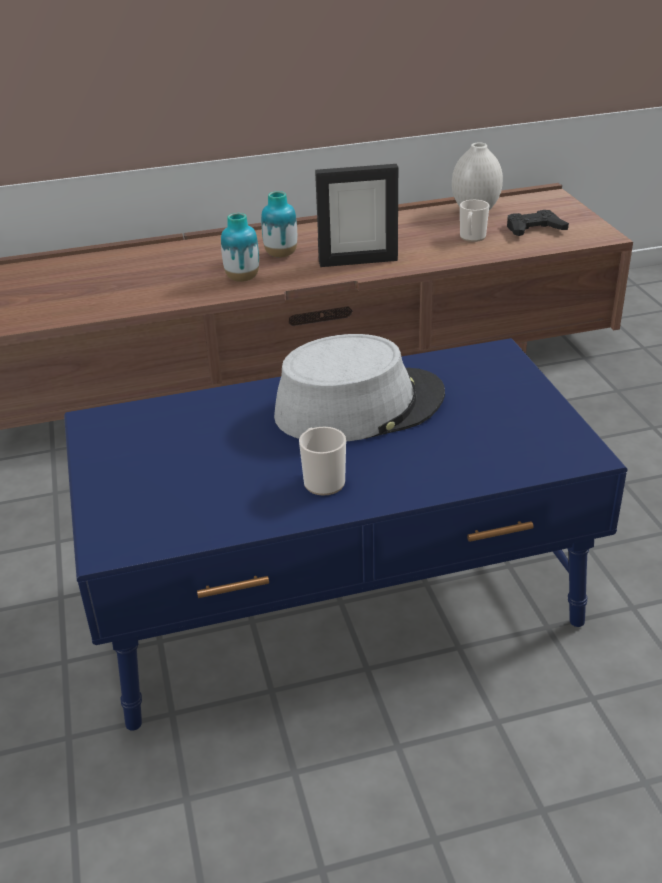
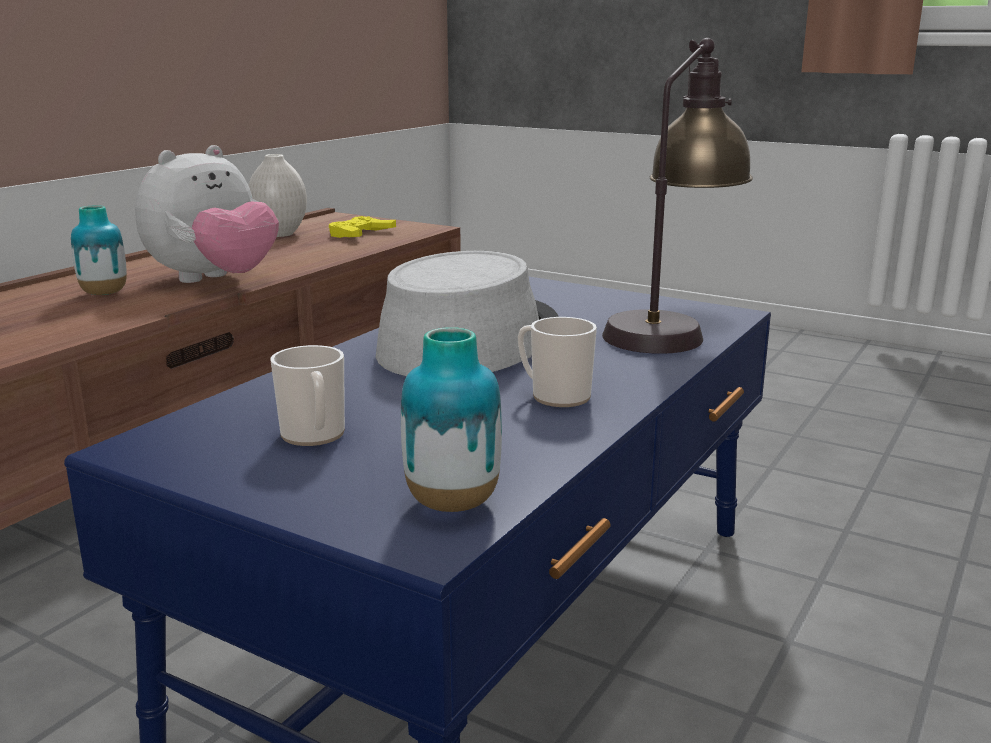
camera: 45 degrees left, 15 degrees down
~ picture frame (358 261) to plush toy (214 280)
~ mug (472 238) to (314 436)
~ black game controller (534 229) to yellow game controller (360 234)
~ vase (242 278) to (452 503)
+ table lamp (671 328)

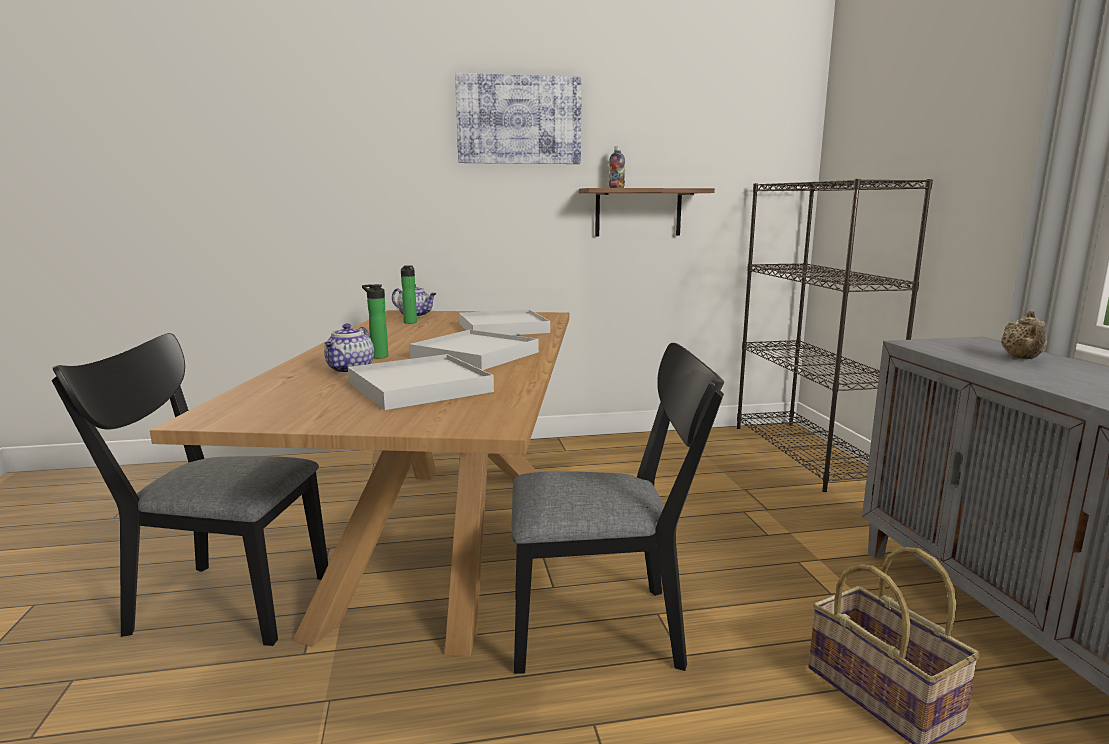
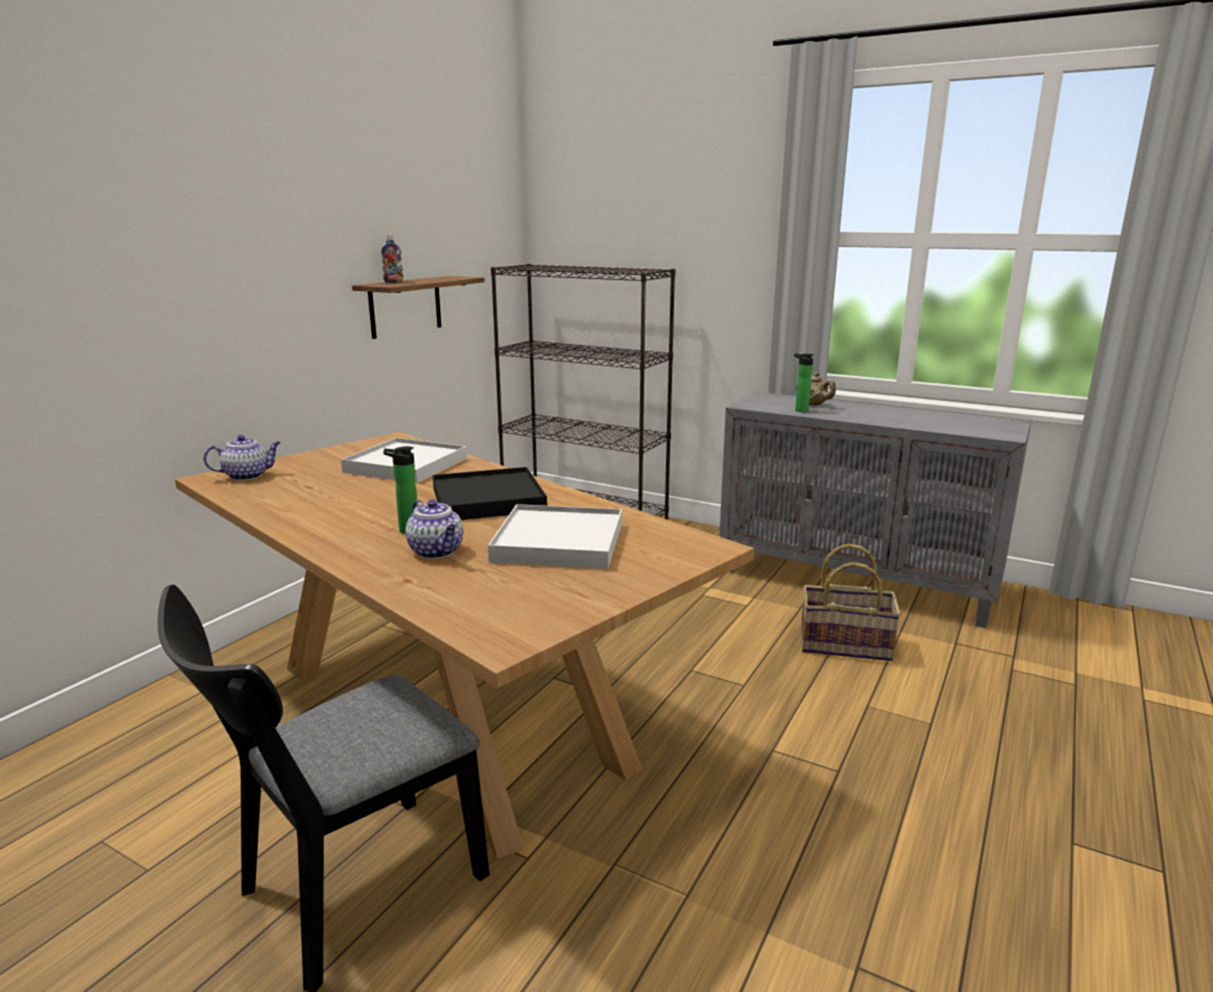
camera: 50 degrees left, 5 degrees up
~ white tray (475 355) to black tray (487 499)
~ bottle (410 322) to (799 410)
- picture (519 120)
- black chair (610 628)

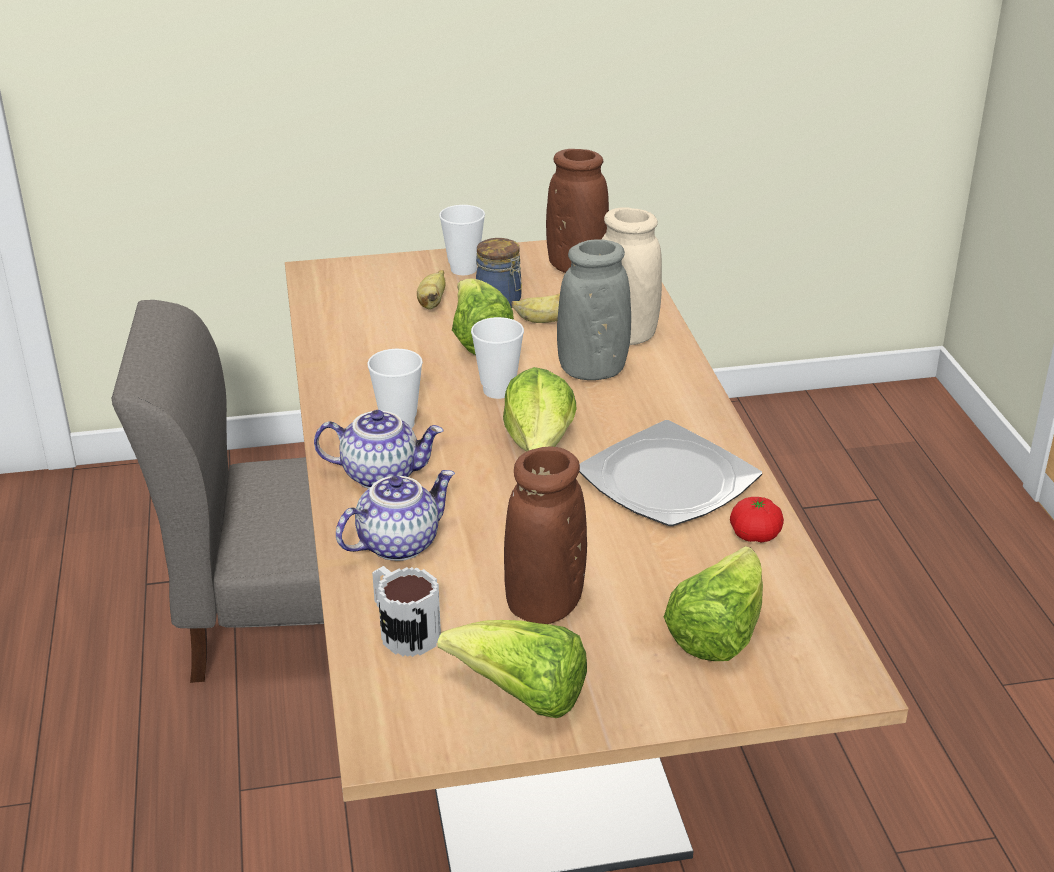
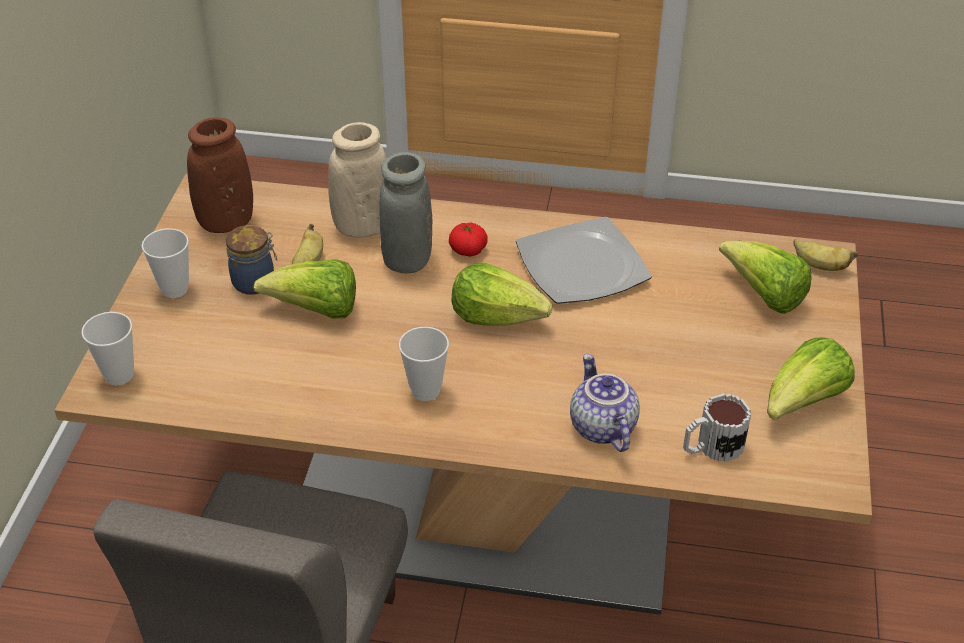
camera: 70 degrees left, 10 degrees up
~ cup (498 390) to (119 375)
~ tomato (755 535) to (468 250)
~ banana (432 303) to (819 266)
- teapot (382 474)
- brown vase (544 605)

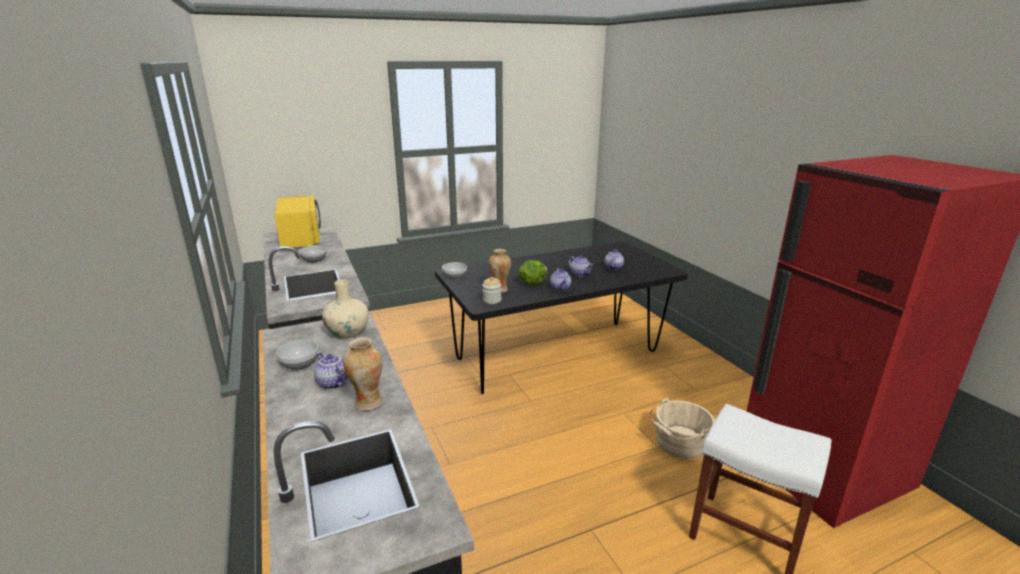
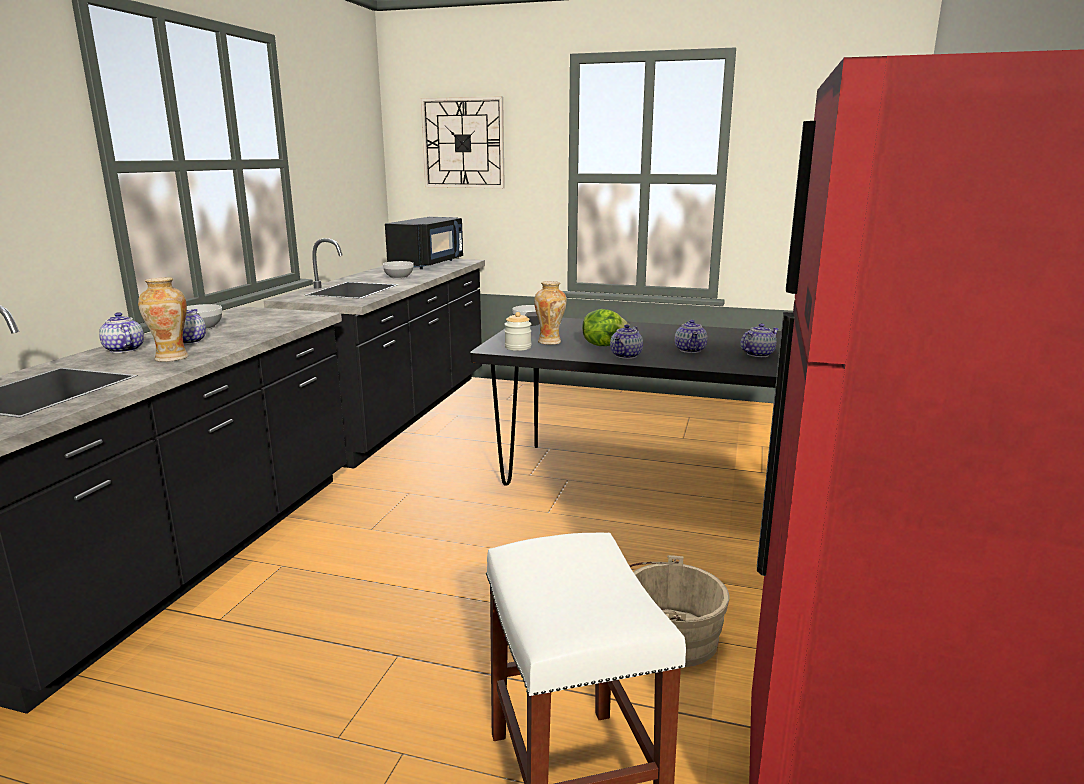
camera: 40 degrees right, 5 degrees down
+ teapot (123 350)
~ yellow microwave (301 239) to black microwave (428 264)
+ wall clock (463 143)
- beige vase (348 332)

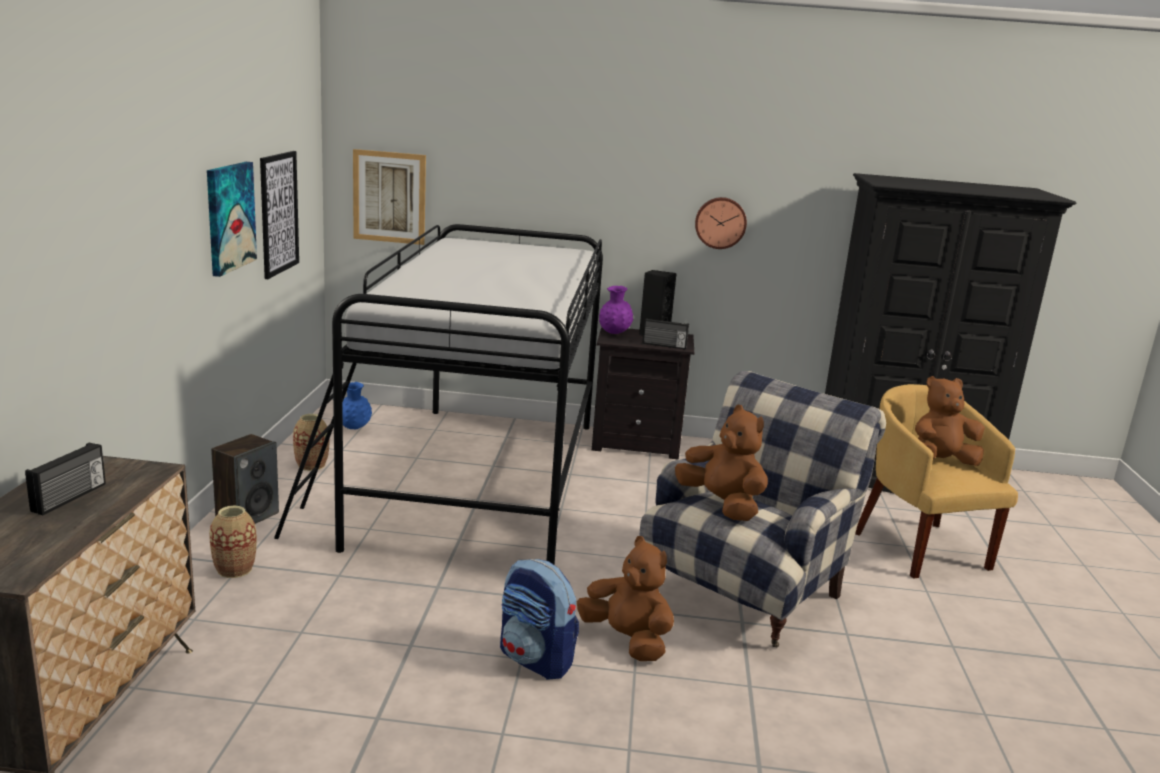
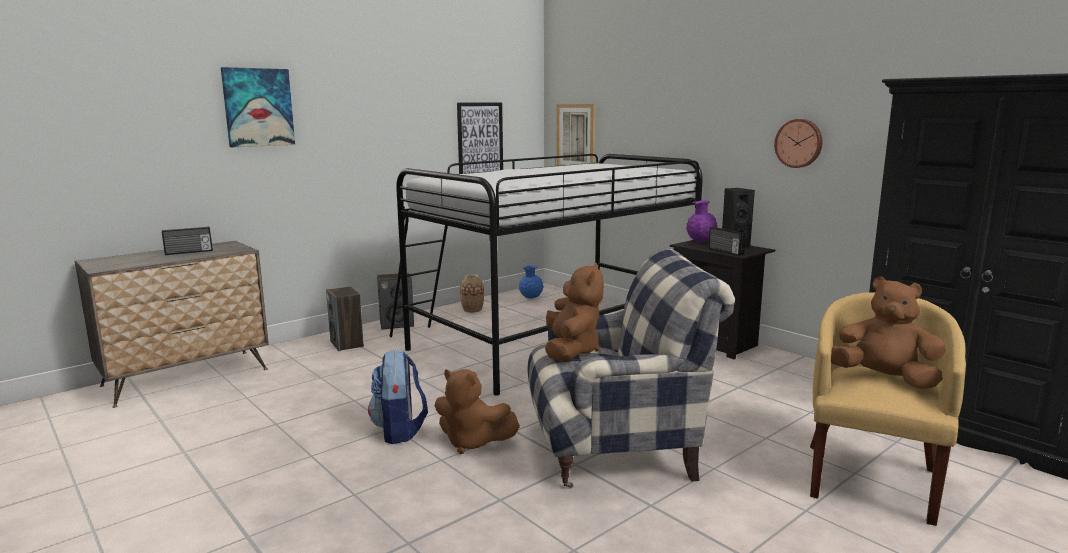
camera: 45 degrees right, 5 degrees down
~ picture (229 217) to (258 107)
~ vase (235 569) to speaker (347 344)
~ brown plush toy (627 640) = (472 442) 120 degrees clockwise

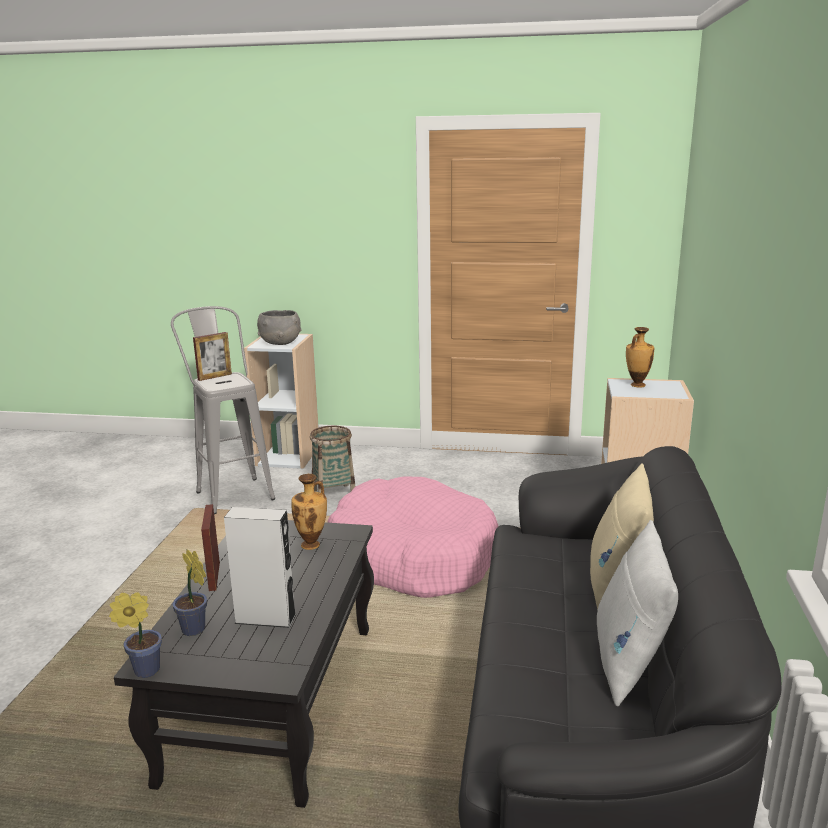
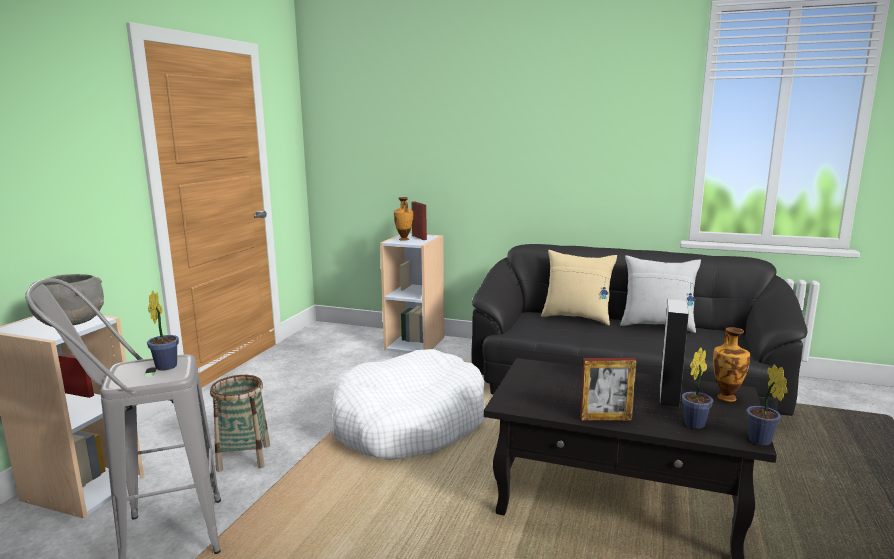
camera: 80 degrees left, 5 degrees down
+ potted plant (167 365)
~ pink dog bed (413 555) to white dog bed (409 423)
~ picture frame (214 377) to (419 237)
~ vase (312 545) to (726 397)

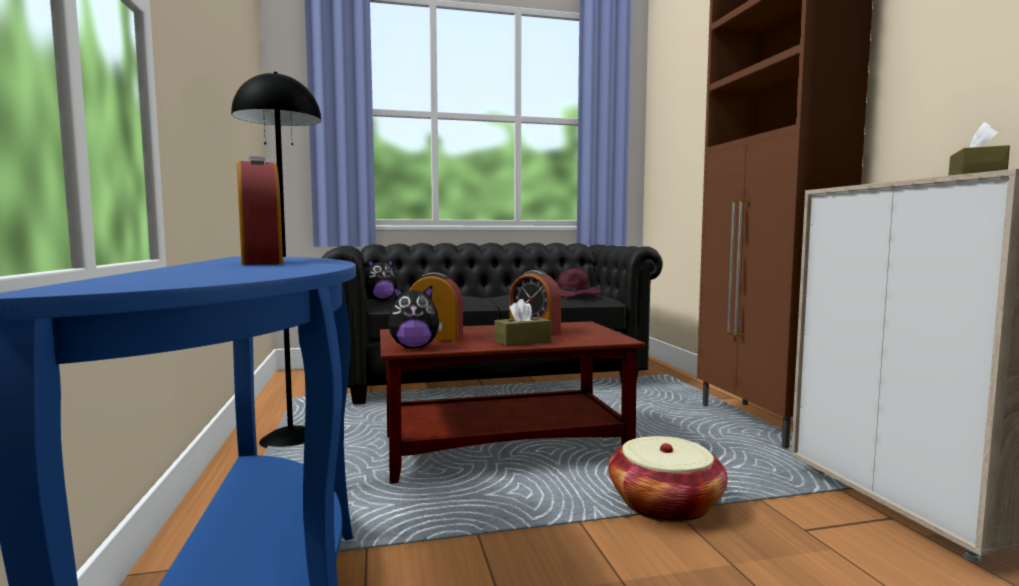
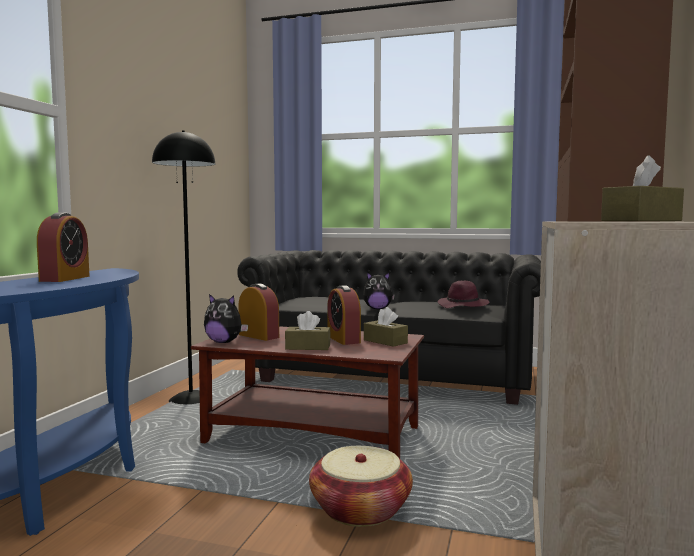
camera: 30 degrees right, 0 degrees up
~ plush toy (381 299) to (378 309)
+ brown tissue box (385 341)

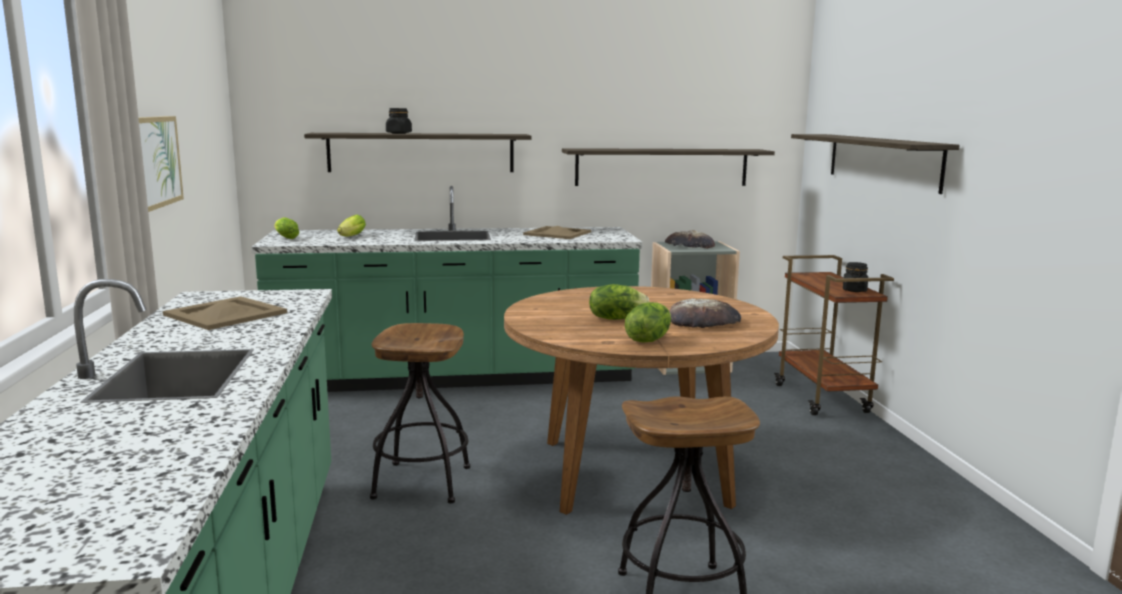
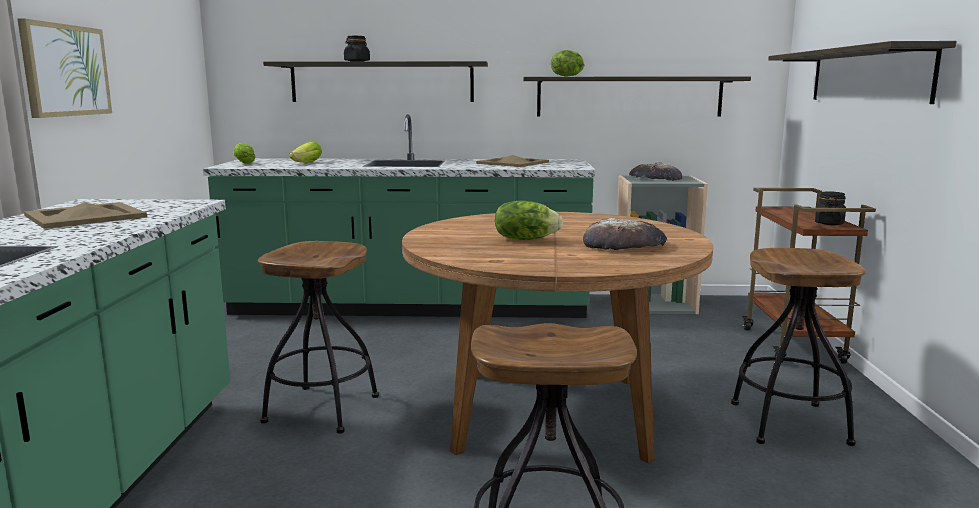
camera: 10 degrees right, 0 degrees up
~ lettuce (648 339) to (567 76)
+ brown stool (789 423)

